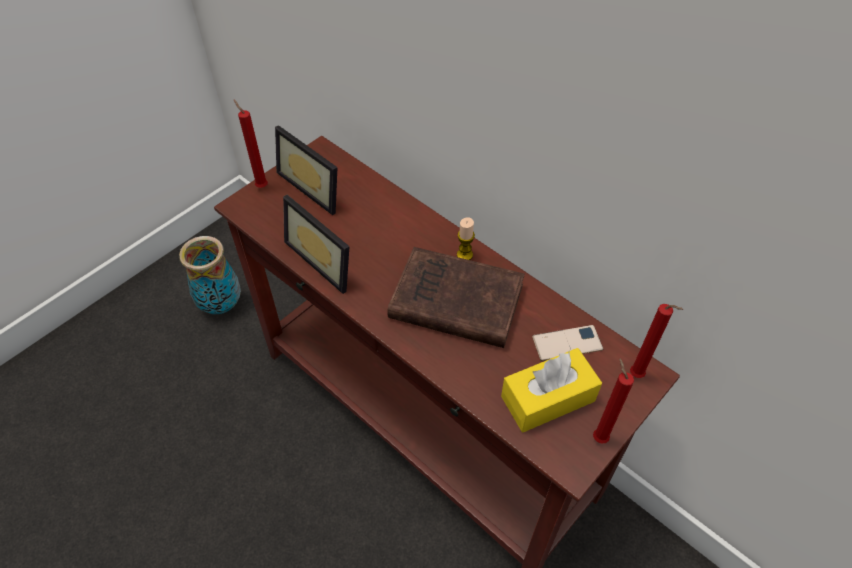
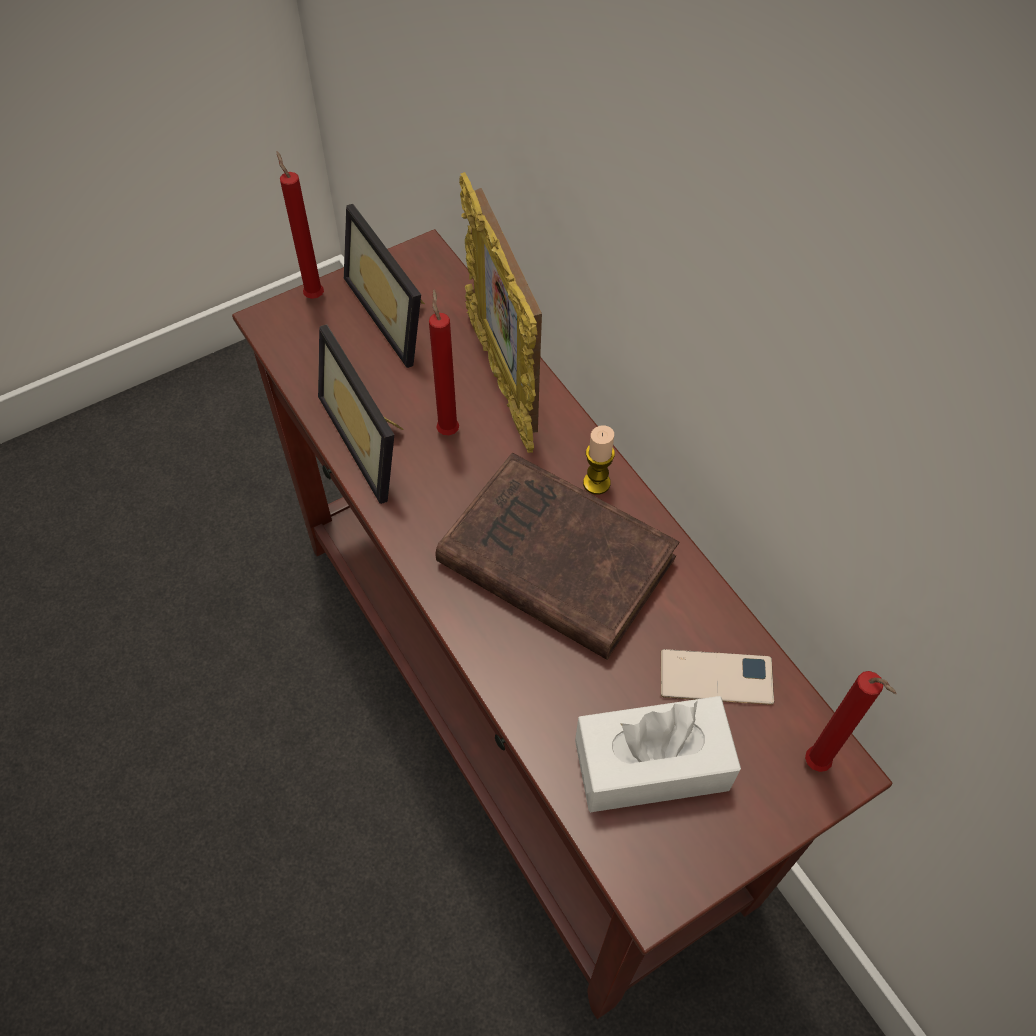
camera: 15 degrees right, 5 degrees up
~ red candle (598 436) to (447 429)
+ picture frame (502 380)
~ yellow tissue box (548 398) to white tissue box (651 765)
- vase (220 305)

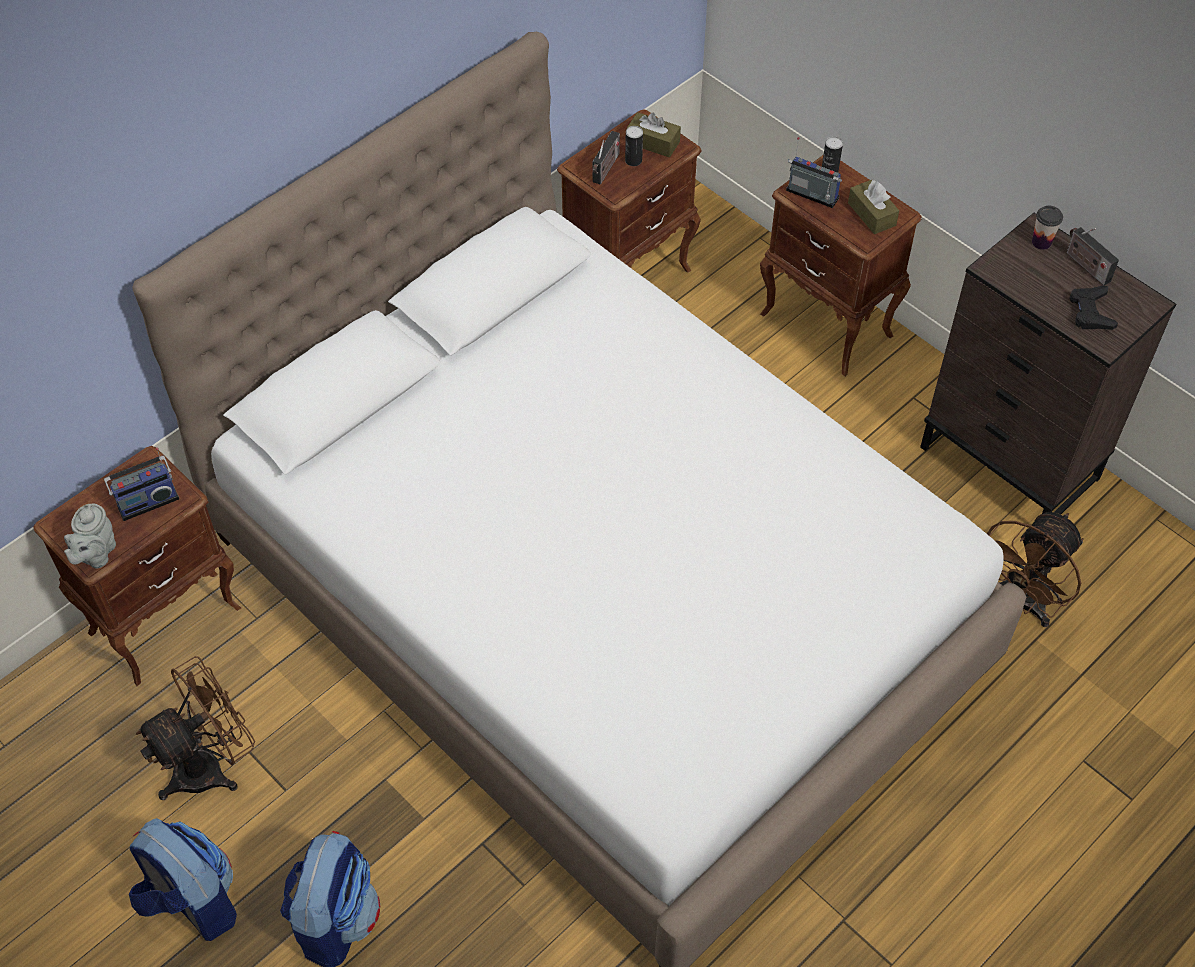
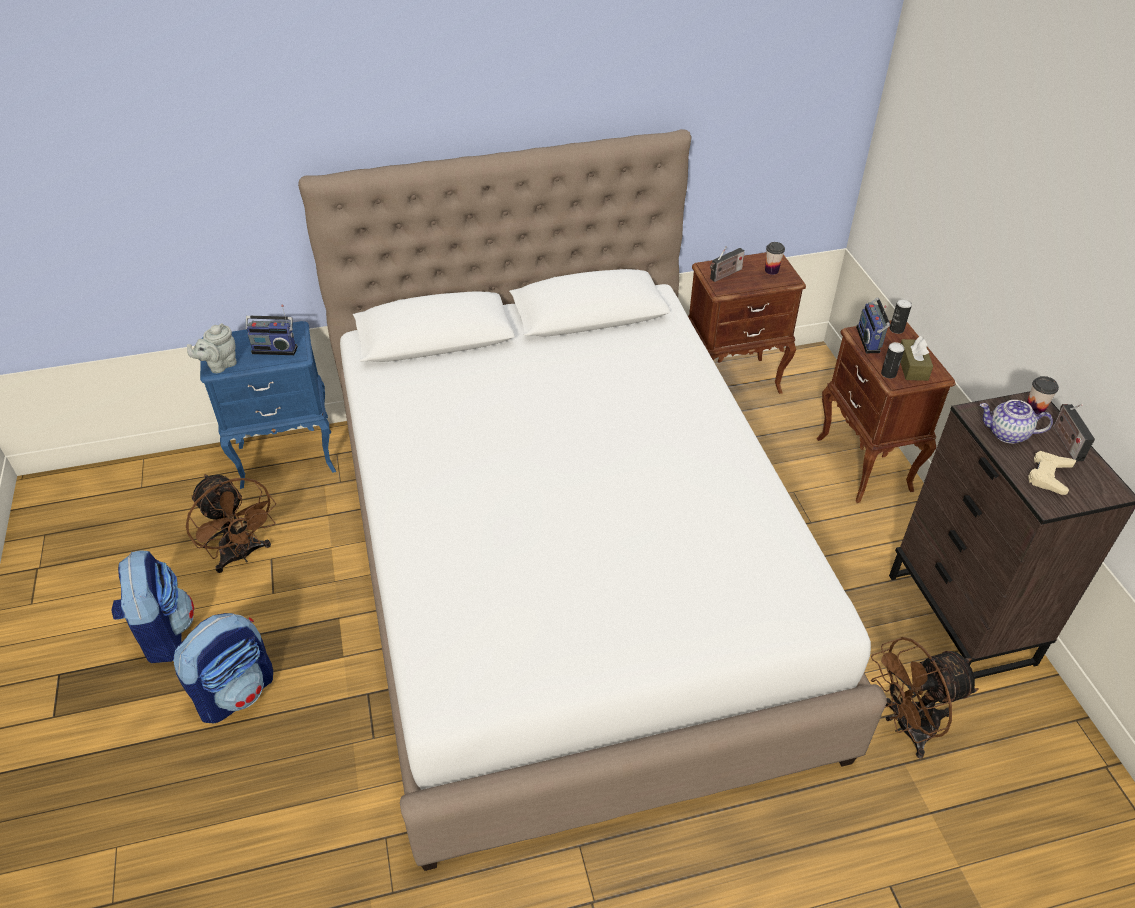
camera: 30 degrees right, 10 degrees down
~ brown fan (211 765) = (242 555) 60 degrees clockwise
~ brown nightstand (165 620) to blue nightstand (287 459)
~ brown tissue box (653 142) to cup (771 270)
~ radio (811 196) = (870 340) 150 degrees counterclockwise
~ can (633 160) to (888 374)
+ teapot (1007 434)
~ black game controller (1090 312) to beige game controller (1049 476)

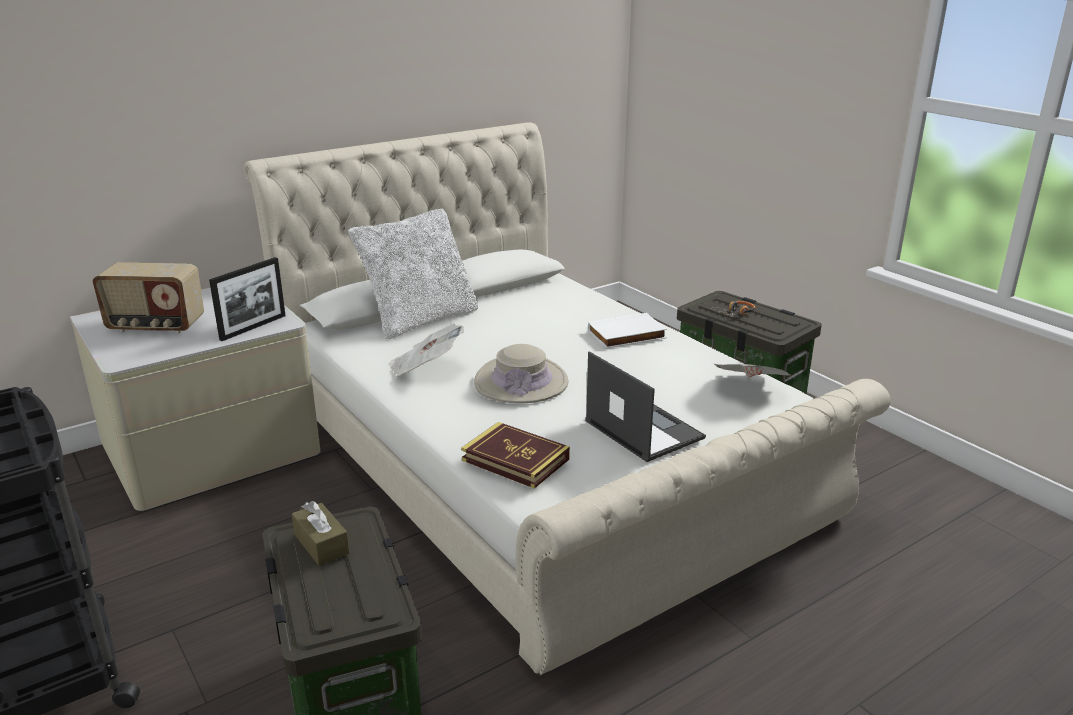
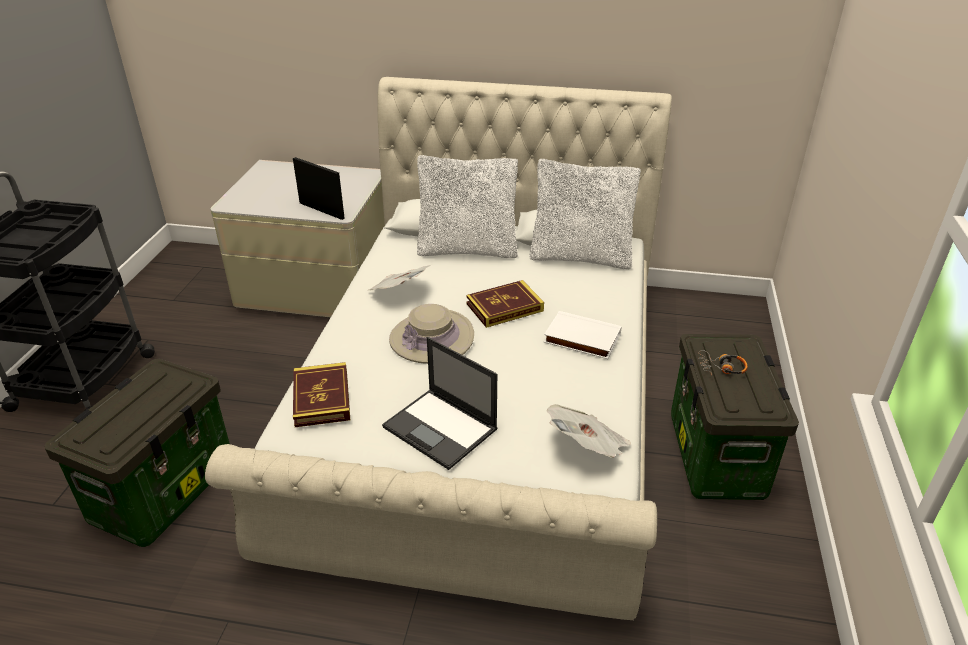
camera: 45 degrees right, 10 degrees up
~ picture frame (253 327) = (321 210) 135 degrees counterclockwise
~ laptop (642 429) = (441 429) 120 degrees clockwise
+ book (504 307)
+ white pillow (581 254)
- radio (155 326)
- brown tissue box (321 544)

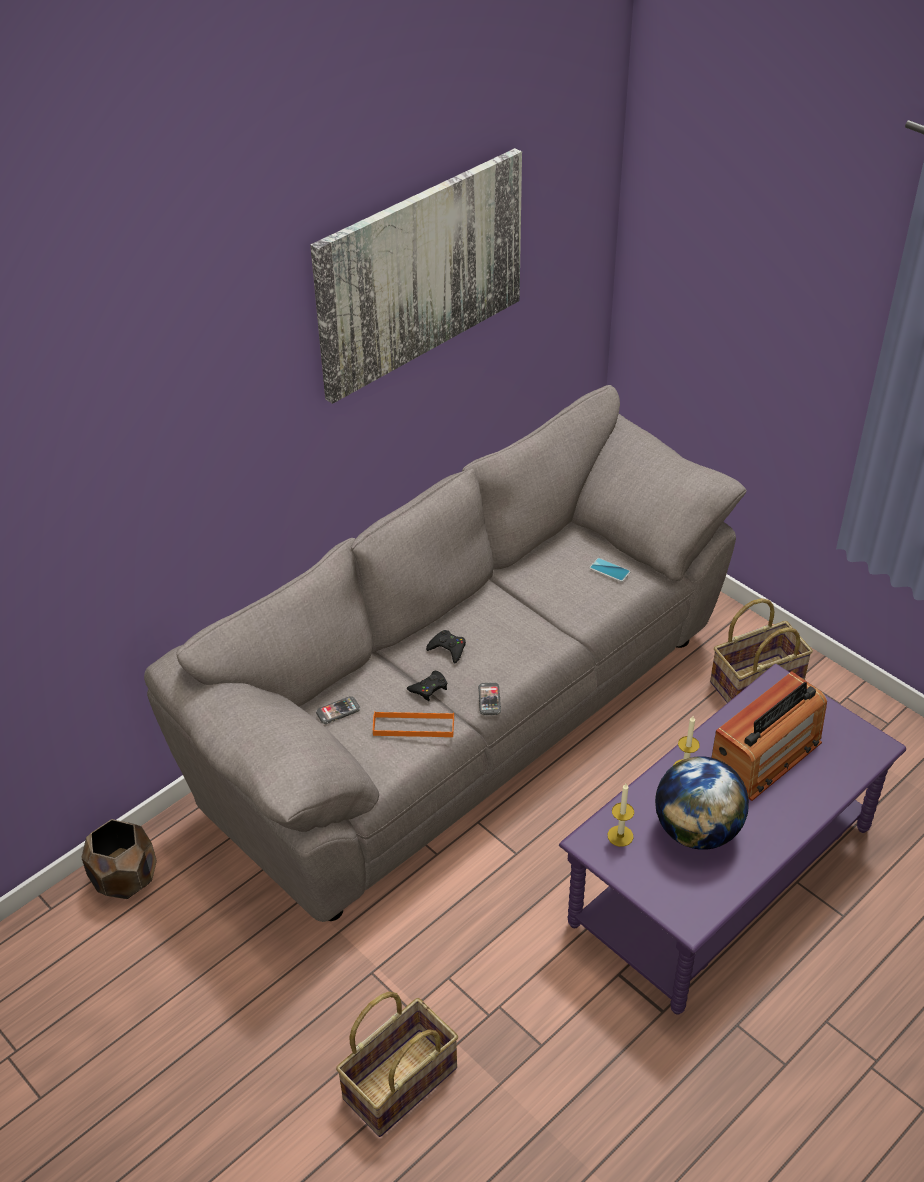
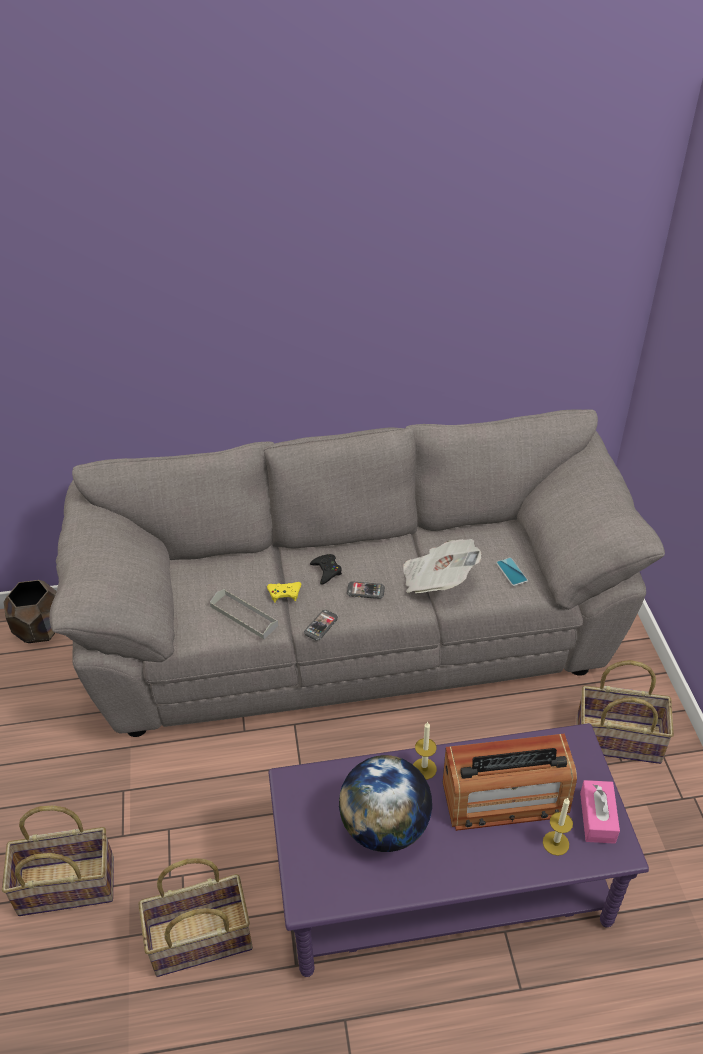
camera: 35 degrees right, 0 degrees up
+ basket (200 940)
~ orange tray (413 726) to grey tray (244 616)
~ black game controller (429 688) to yellow game controller (284 593)
~ phone (338 711) to (365 591)
+ newspaper (438 580)
~ candle (620 836) to (555 843)
+ pink tissue box (597 817)
- picture (420 273)

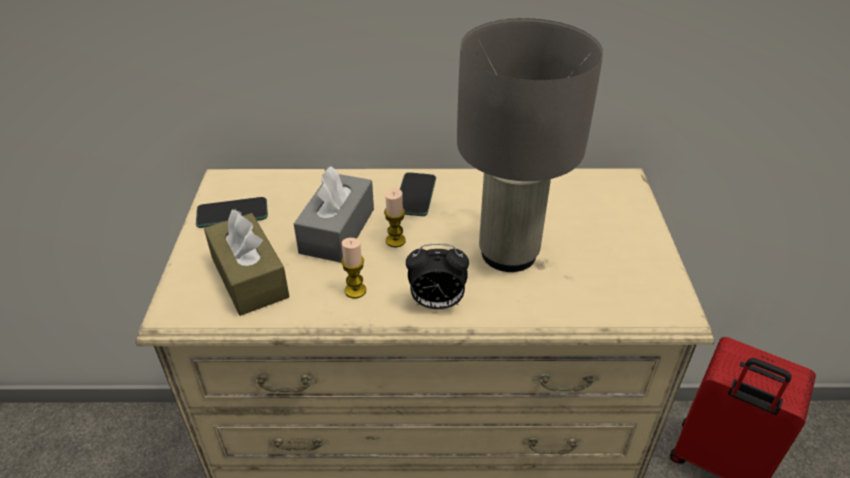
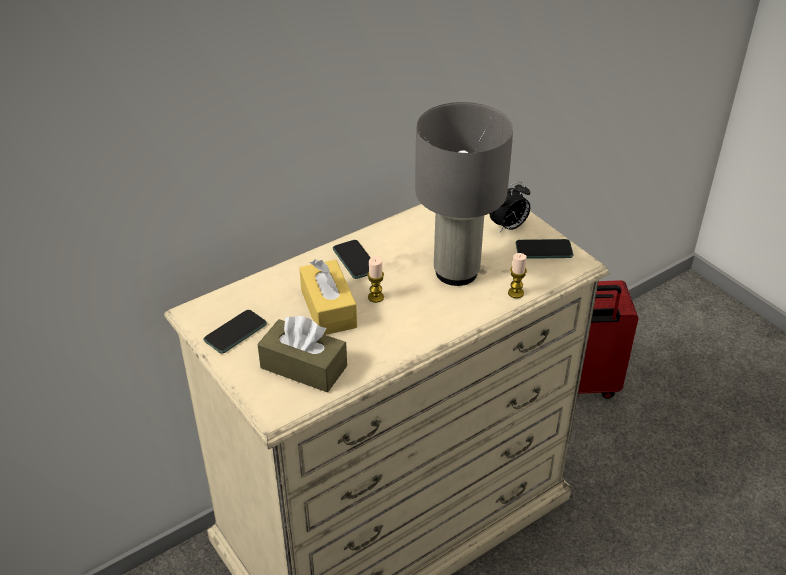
camera: 35 degrees left, 0 degrees up
~ grey tissue box (337 231) to yellow tissue box (328 309)
~ alarm clock (436 303) to (508 227)
~ candle (355 290) to (515 293)
+ phone (544 250)

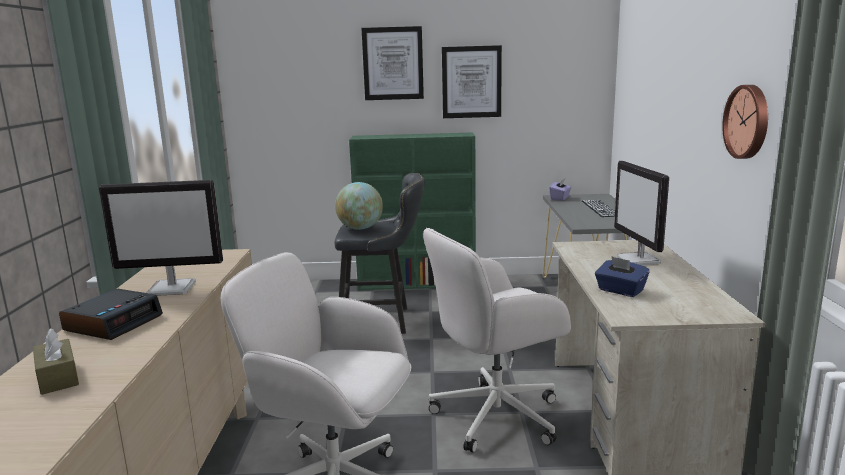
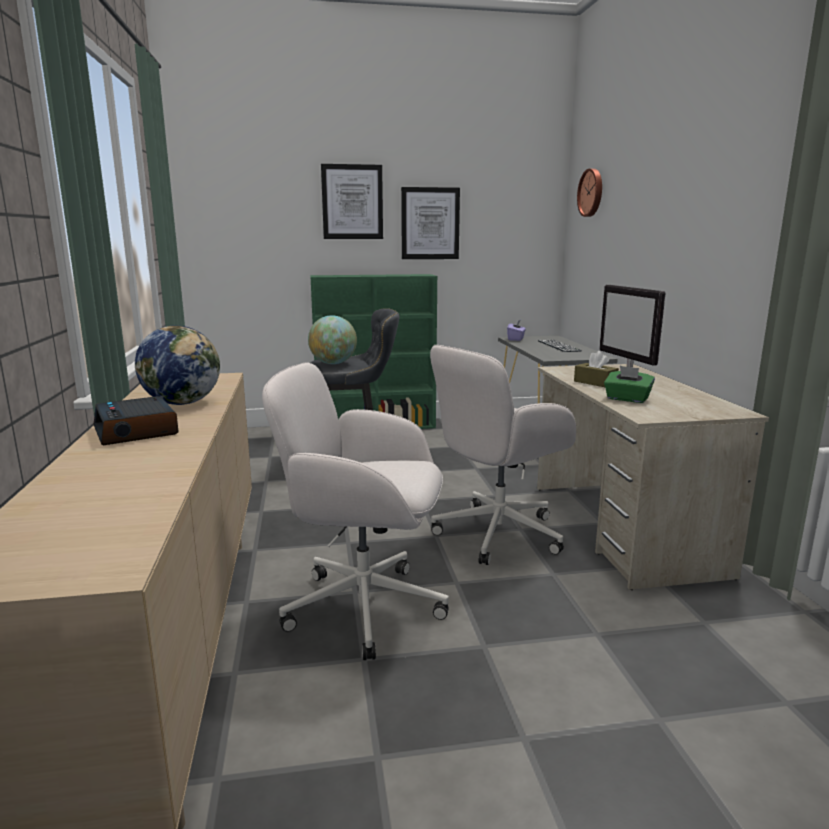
camera: 10 degrees left, 0 degrees up
~ alarm clock (114 322) = (137 430) 135 degrees clockwise
~ monitor (173 288) to globe (182 403)
~ brown tissue box (57 377) to (595 383)
~ wall clock (748 122) to (591 193)
~ blue tissue box (620 291) to green tissue box (627 399)

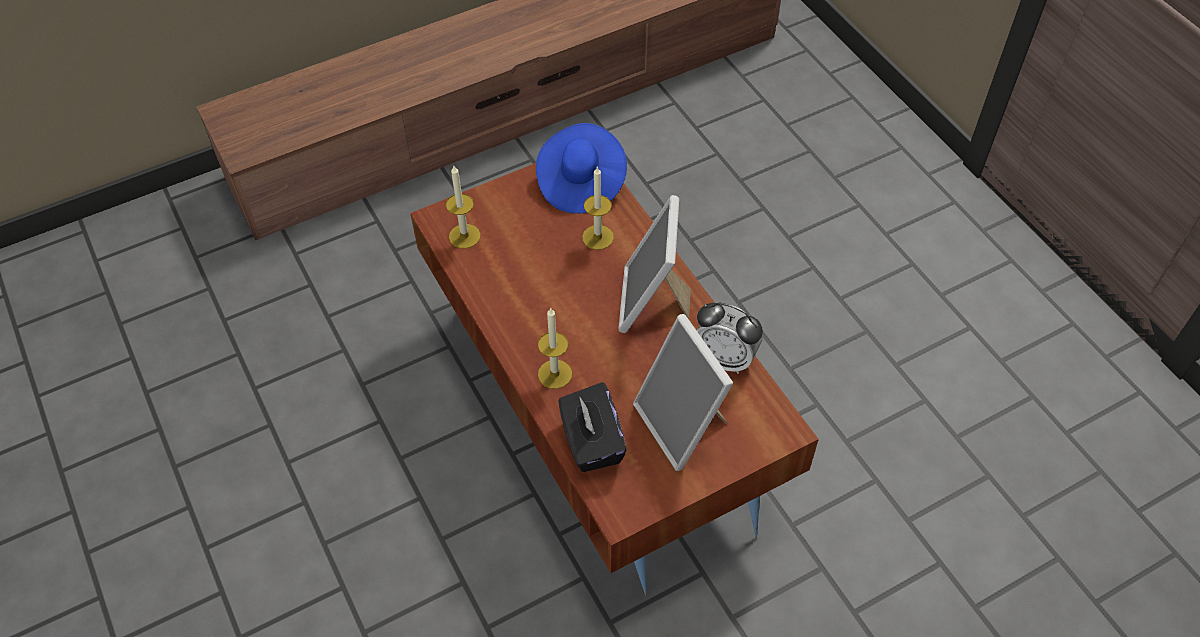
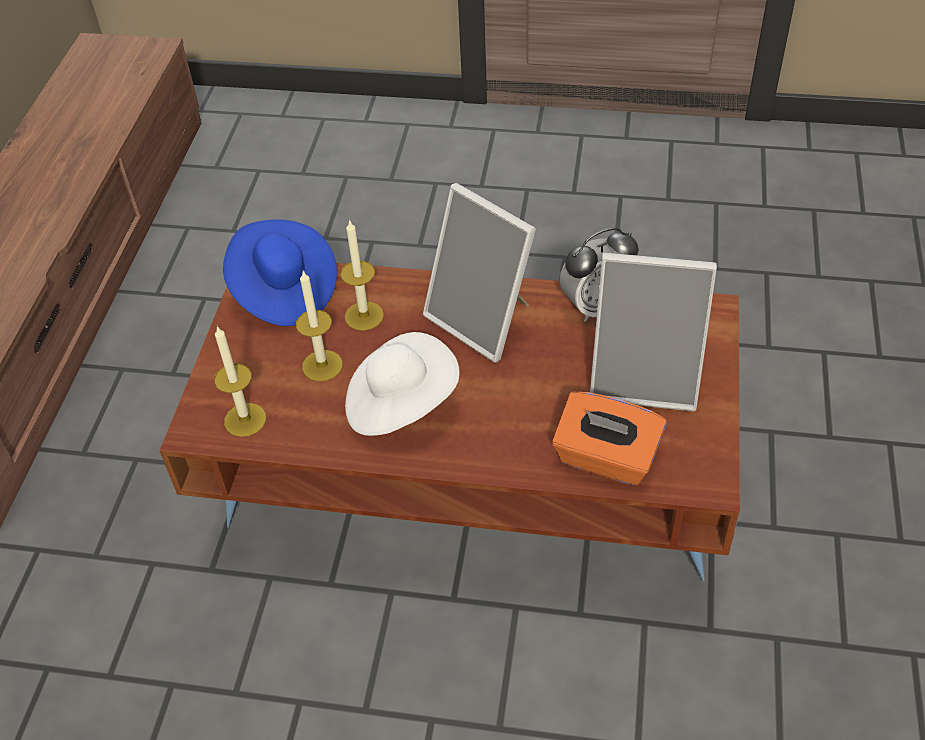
camera: 50 degrees left, 5 degrees down
~ candle (555 374) to (322 365)
+ white hat (400 403)
~ black tissue box (591 442) to orange tissue box (606 458)

